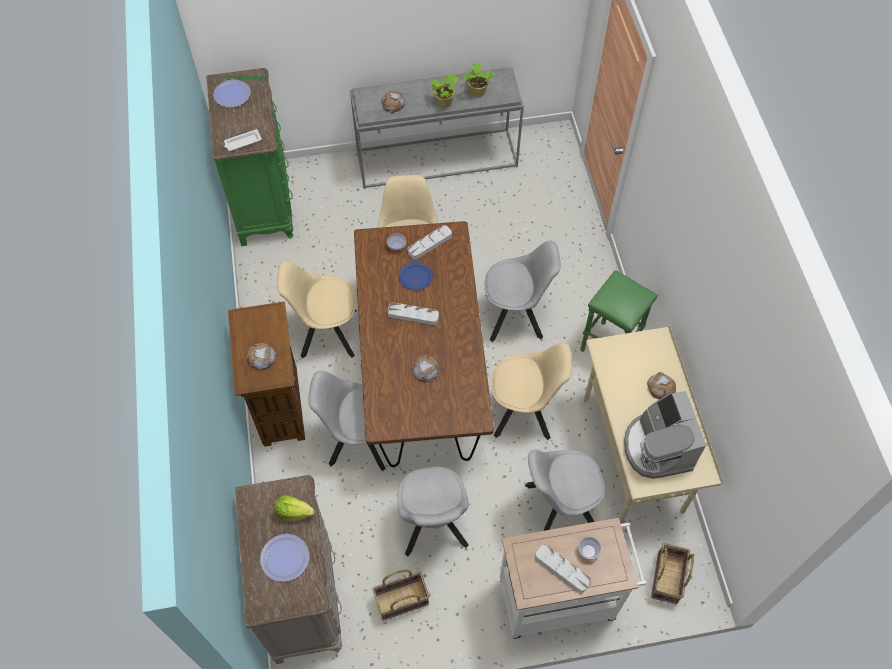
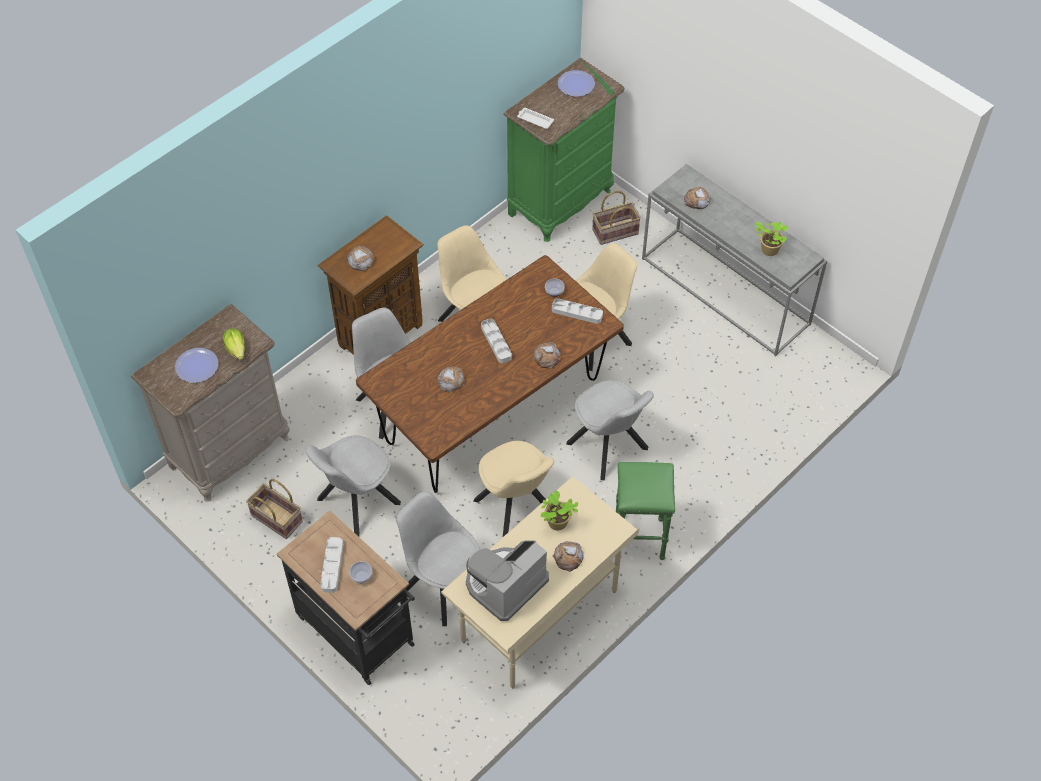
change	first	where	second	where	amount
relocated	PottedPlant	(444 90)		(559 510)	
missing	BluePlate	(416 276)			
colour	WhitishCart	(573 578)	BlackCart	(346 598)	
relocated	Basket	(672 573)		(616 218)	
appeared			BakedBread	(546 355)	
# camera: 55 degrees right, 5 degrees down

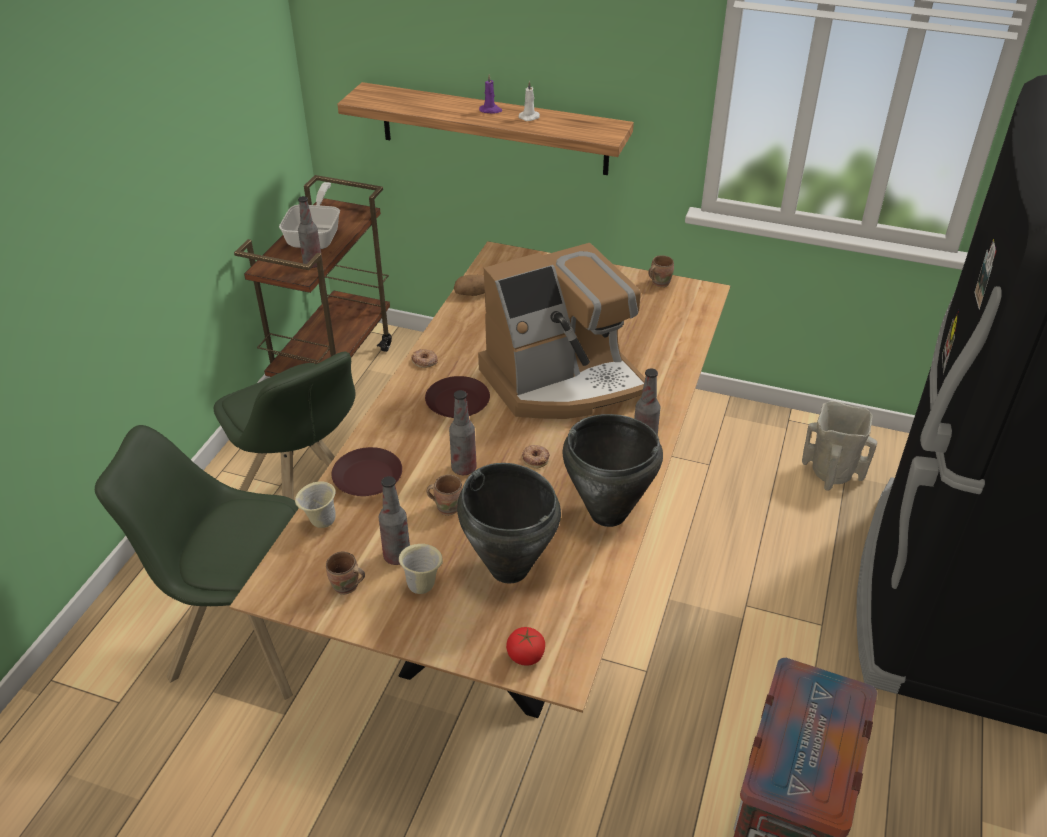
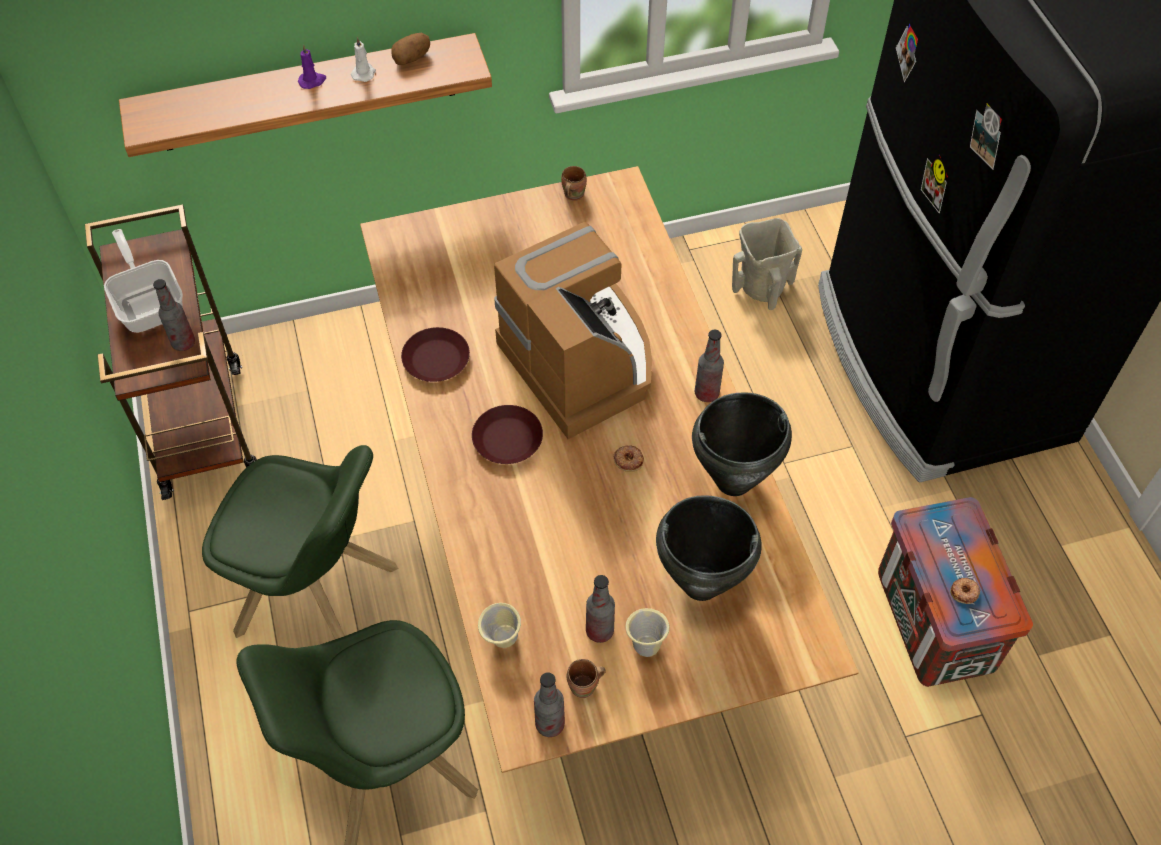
change	first	where	second	where	amount
spun	CoffeeMachine	(561 331)		(573 330)	60 degrees counterclockwise
relocated	Spud	(469 285)		(410 49)	
relocated	Donut	(424 358)		(965 591)	
relocated	BeverageBottle	(463 432)		(549 704)	
relocated	BrownColouredPlate	(366 471)		(435 354)	
missing	BrownColouredTeaMug	(444 495)			
missing	WholeTomato	(525 646)			
# camera: 35 degrees left, 15 degrees up

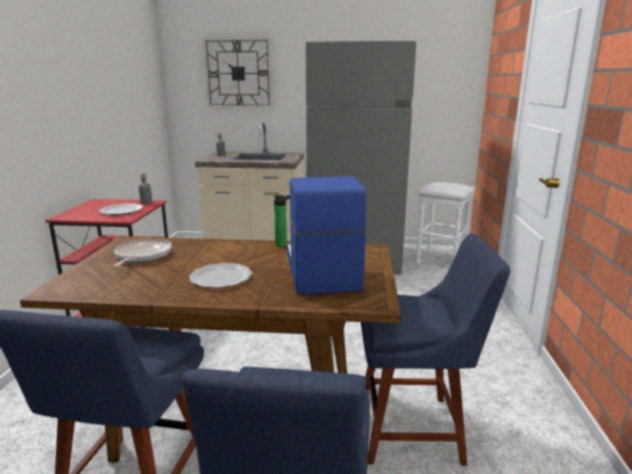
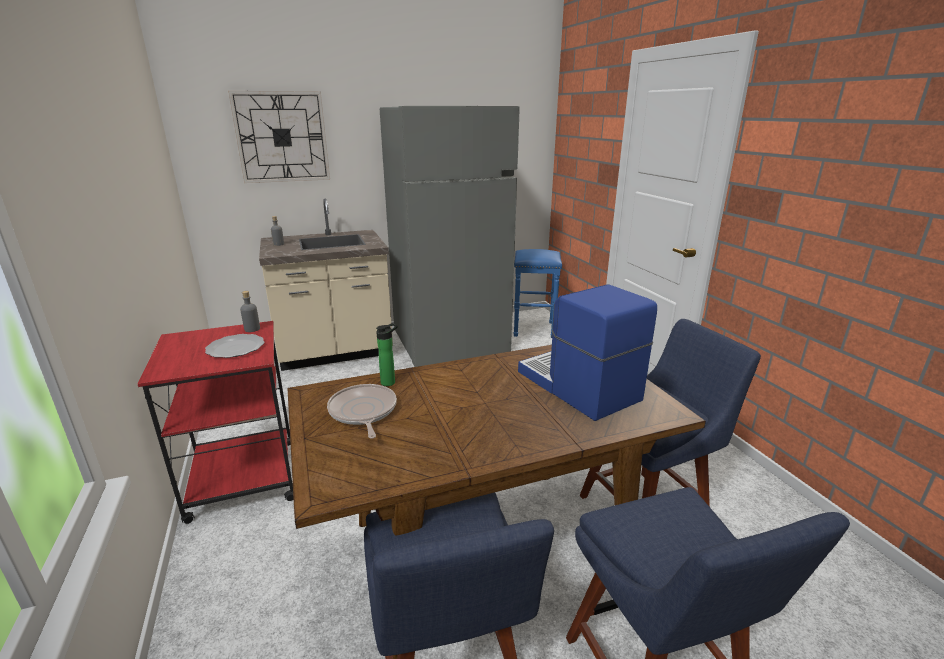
change	first	where	second	where	amount
colour	WhitishStool	(445 223)	BlueStool	(538 293)	
relocated	BeverageBottle	(281 221)		(387 354)	
missing	Plate	(220 275)			
# camera: 25 degrees left, 5 degrees up

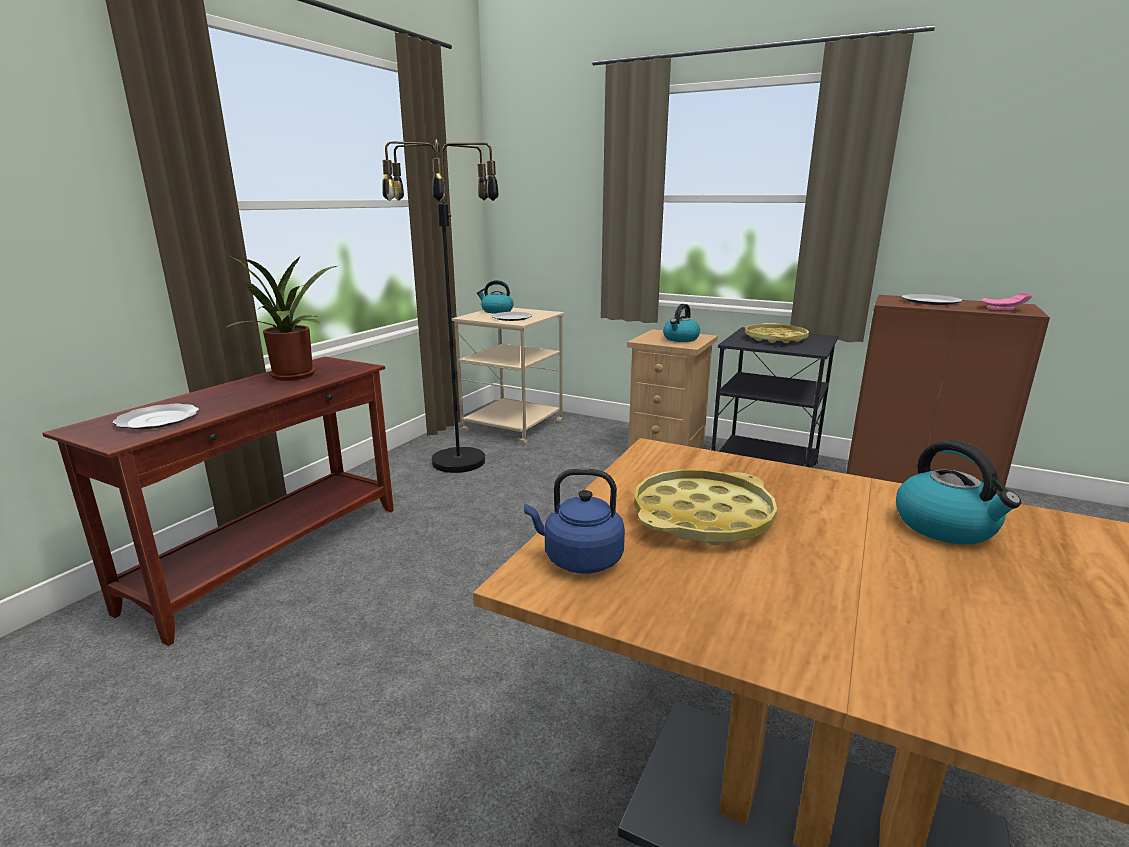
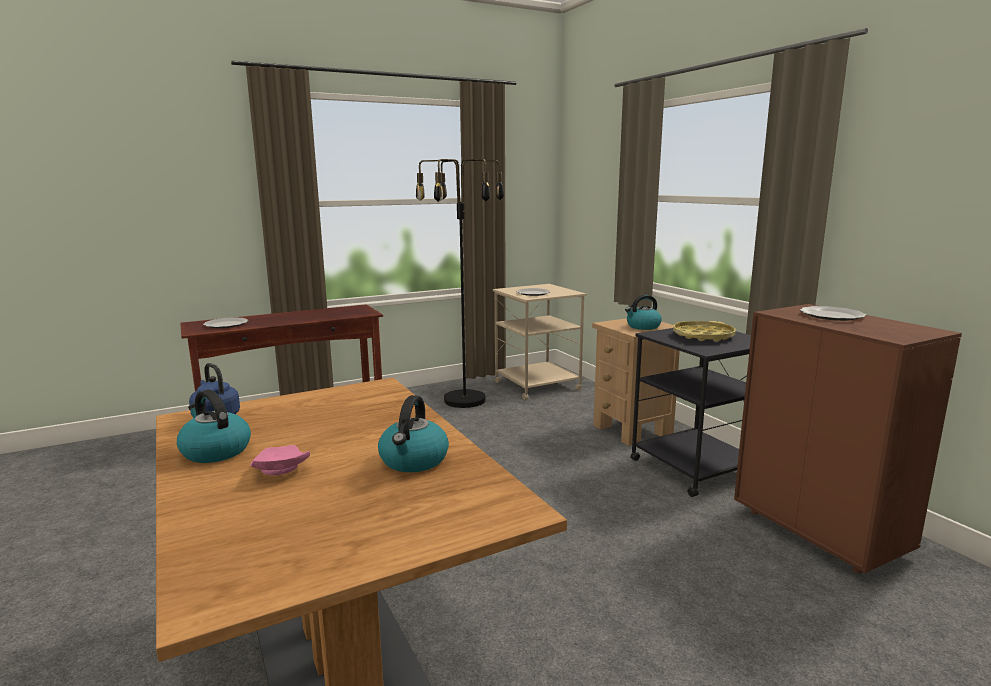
change	first	where	second	where	amount
missing	PottedPlant	(281 318)			
relocated	WaterKettle	(495 297)		(214 426)	
relocated	PinkishPlate	(1007 301)		(280 460)	
missing	YellowishTray	(705 507)			
# camera: 35 degrees right, 5 degrees down

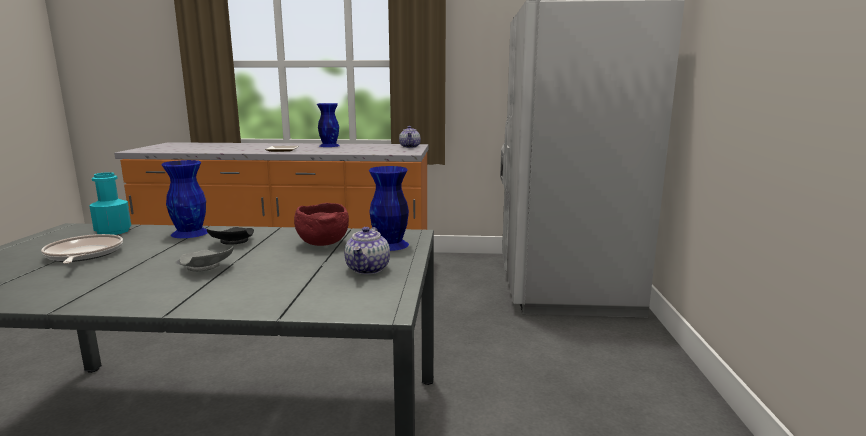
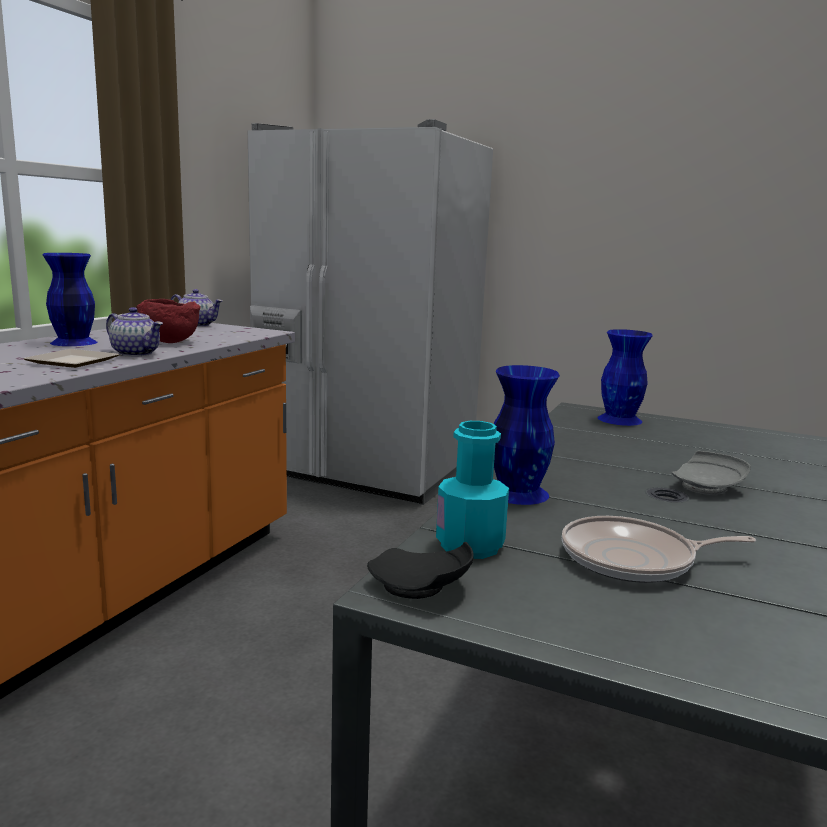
change	first	where	second	where	amount
relocated	ReddishDeepDish	(321 224)		(168 321)	
relocated	BlackPlate	(230 235)		(420 570)	
relocated	PotForTea	(367 250)		(134 332)	
# camera: 70 degrees left, 0 degrees up

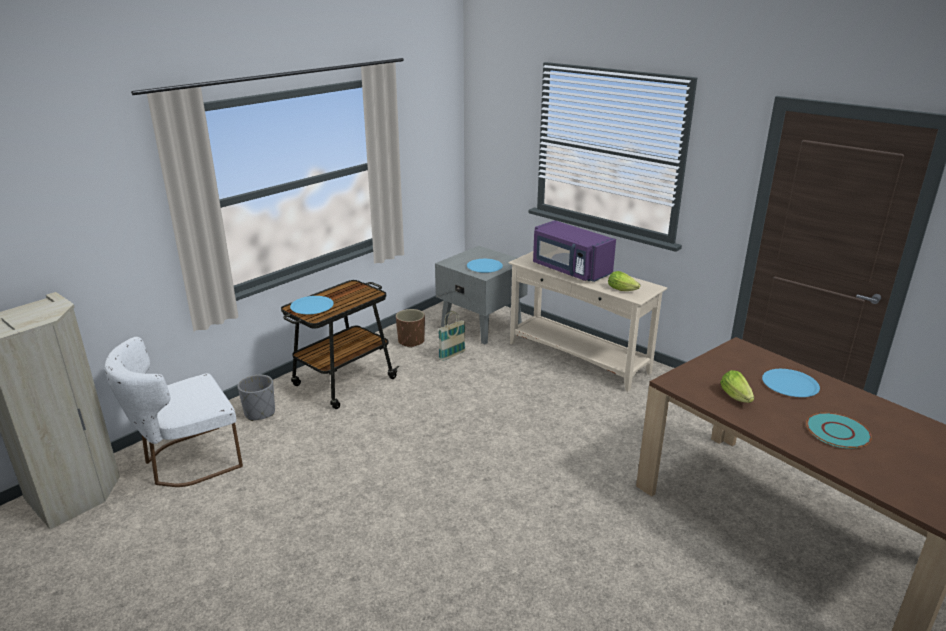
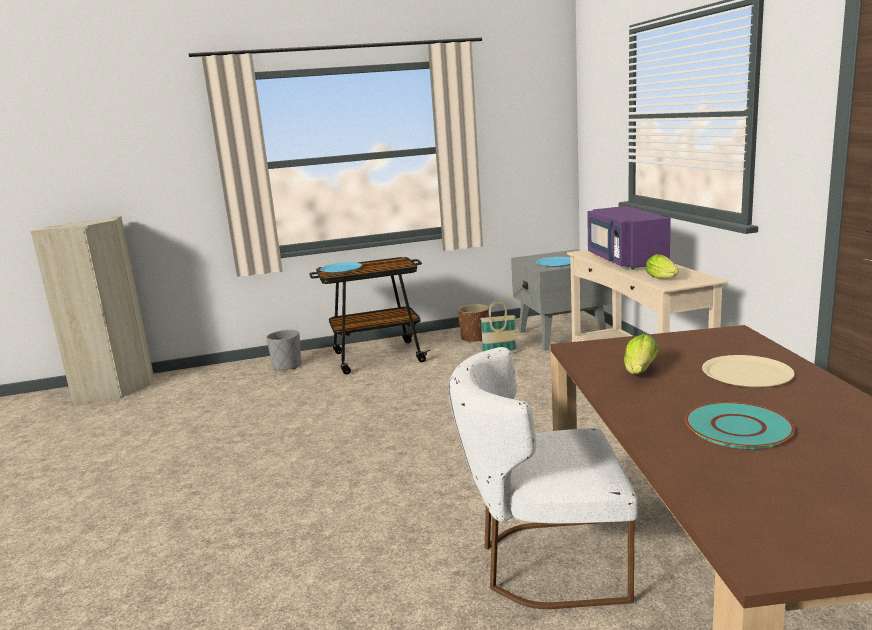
change	first	where	second	where	amount
relocated	WhitishChair	(173 412)		(543 478)	
colour	BluePlate	(791 383)	SandColouredPlate	(748 371)	
# camera: 35 degrees right, 10 degrees down

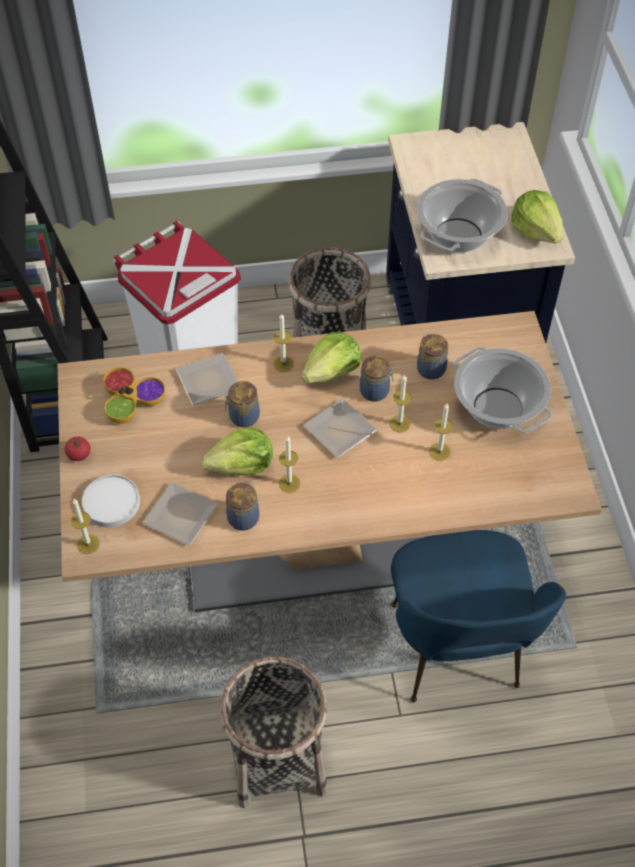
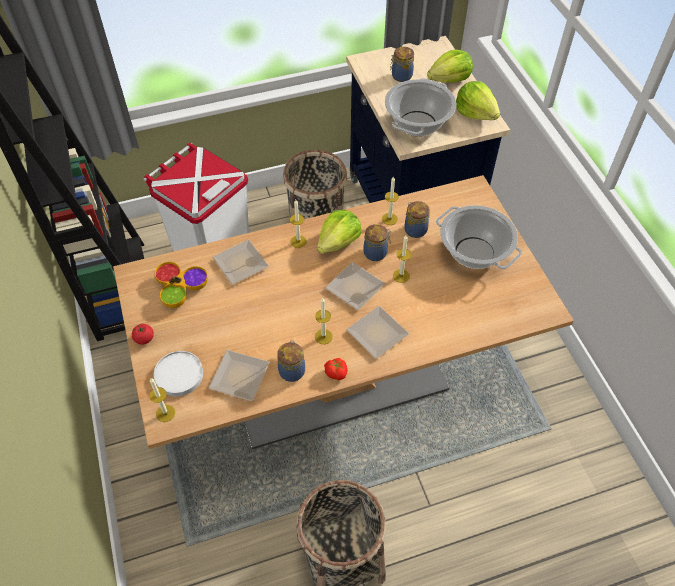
change	first	where	second	where	amount
relocated	Jar	(242 404)		(402 64)	
relocated	WaxCandle	(441 432)		(390 200)	
relocated	Lettuce	(237 451)		(450 66)	
missing	BlueChair	(478 616)			
appeared			Plate	(377 332)	
appeared			WholeTomato	(336 369)	
# camera: 10 degrees left, 0 degrees up

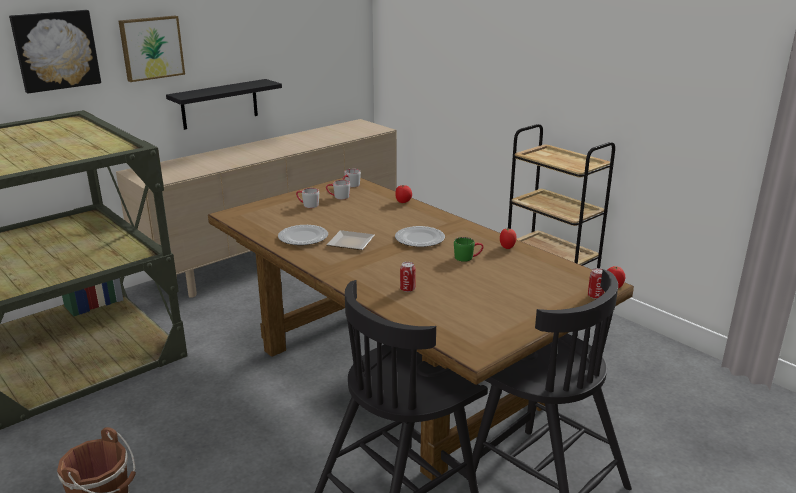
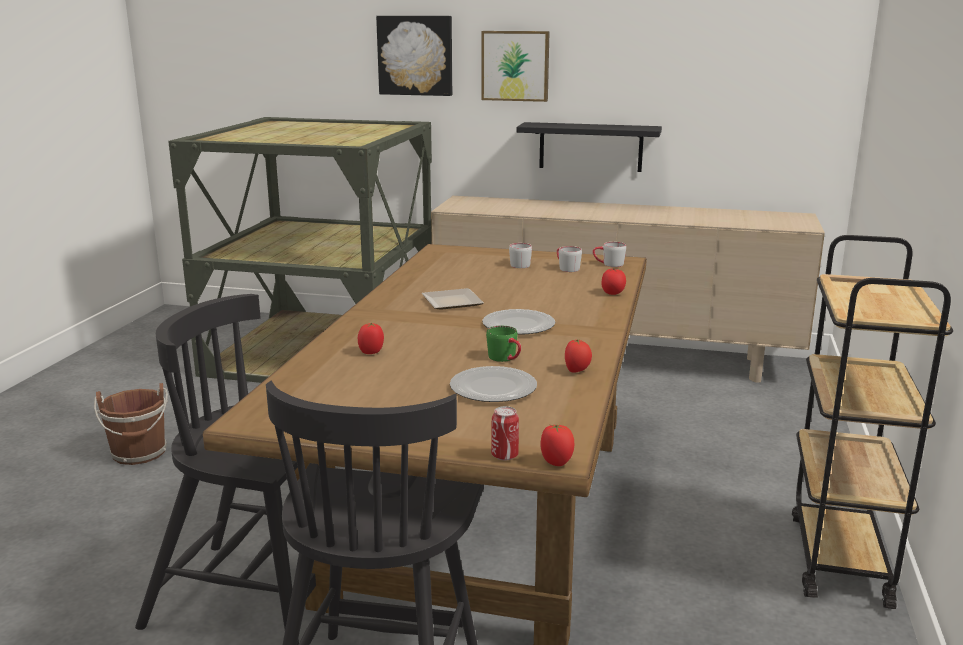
change	first	where	second	where	amount
relocated	Plate	(303 235)		(493 384)	
exchanged	MetalCan	(408 277)	WholeTomato	(371 338)	
# camera: 55 degrees right, 5 degrees down

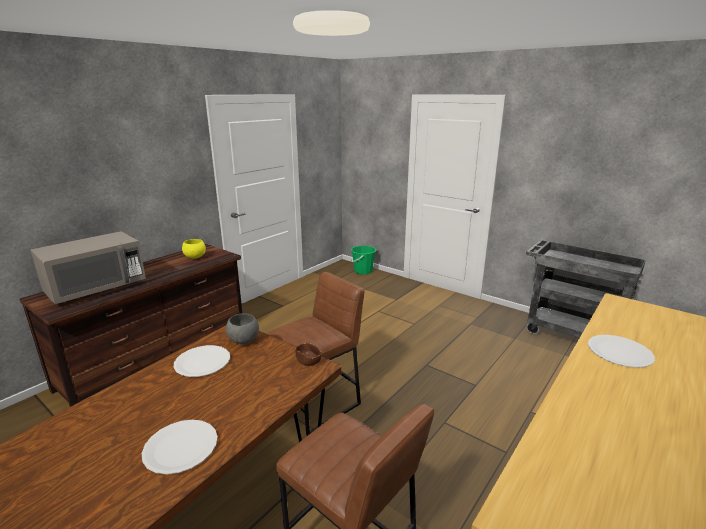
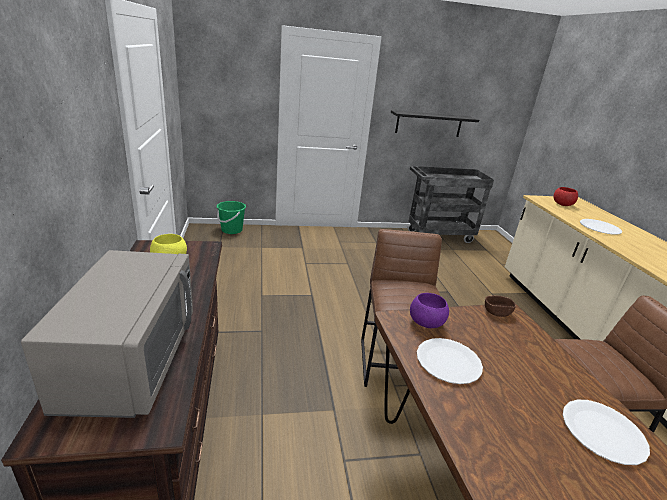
change	first	where	second	where	amount
colour	GrayDeepDish	(242 328)	PurpleDeepDish	(429 310)	
appeared			BlackBracketShelf	(435 123)	
appeared			ReddishDeepDish	(565 196)	
# camera: 50 degrees left, 5 degrees up

